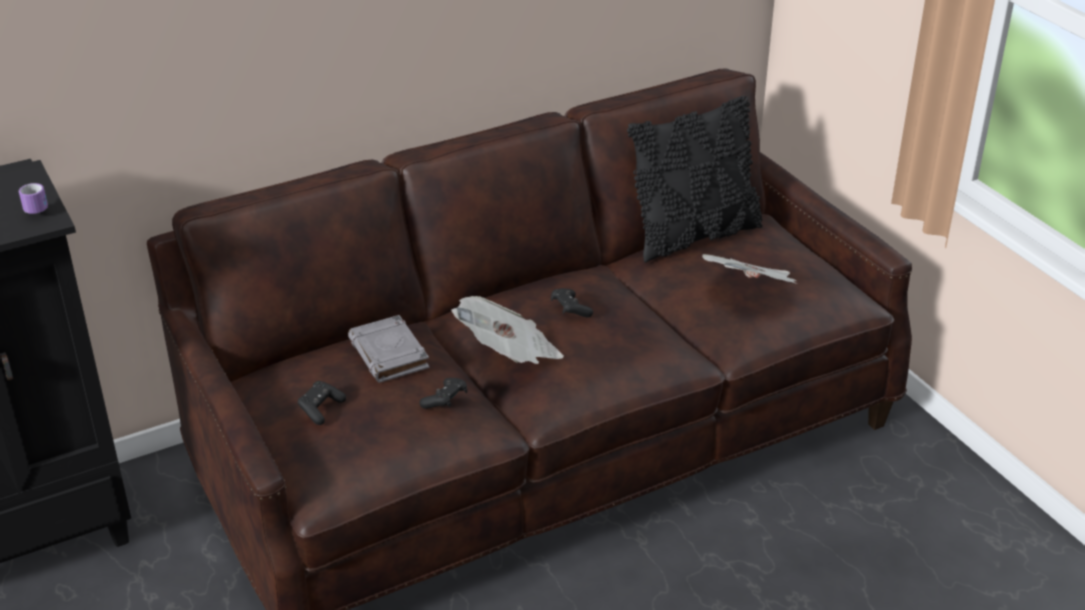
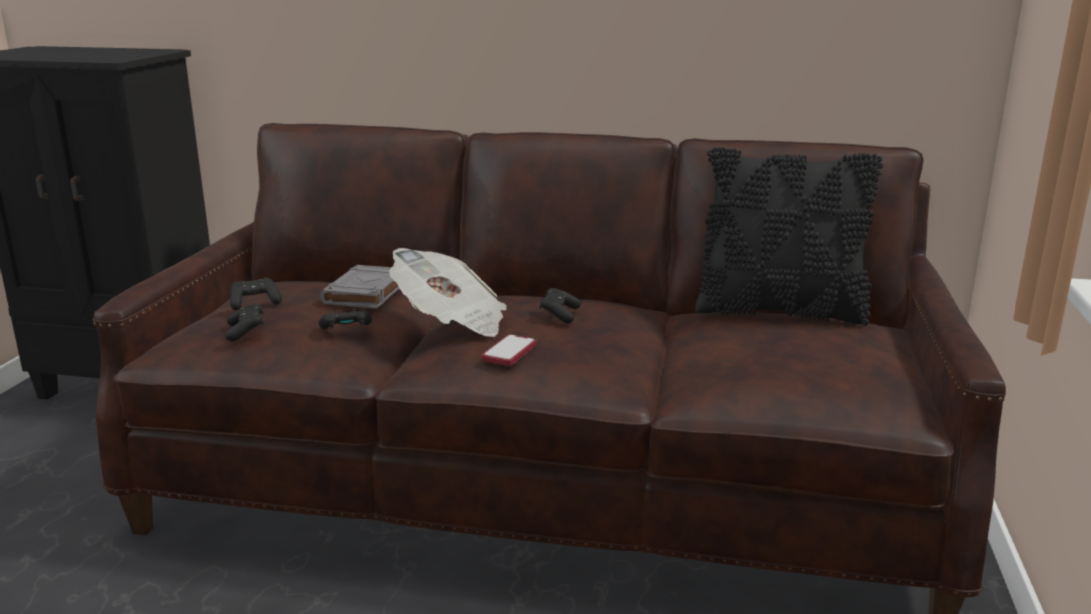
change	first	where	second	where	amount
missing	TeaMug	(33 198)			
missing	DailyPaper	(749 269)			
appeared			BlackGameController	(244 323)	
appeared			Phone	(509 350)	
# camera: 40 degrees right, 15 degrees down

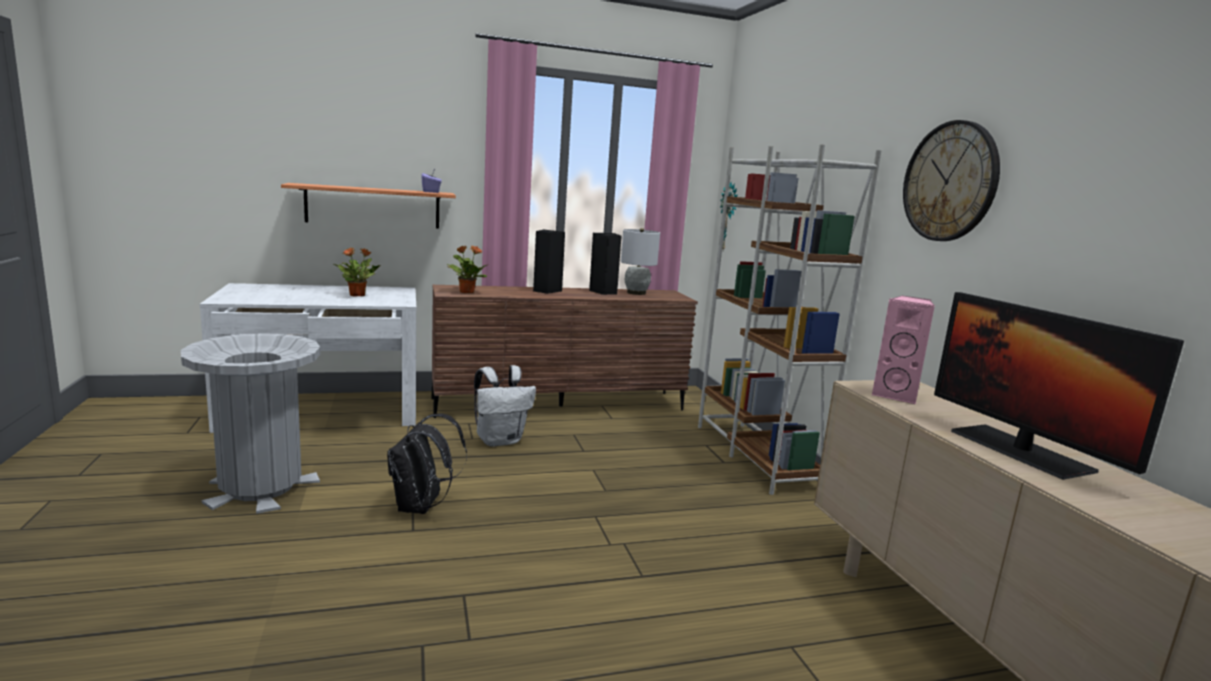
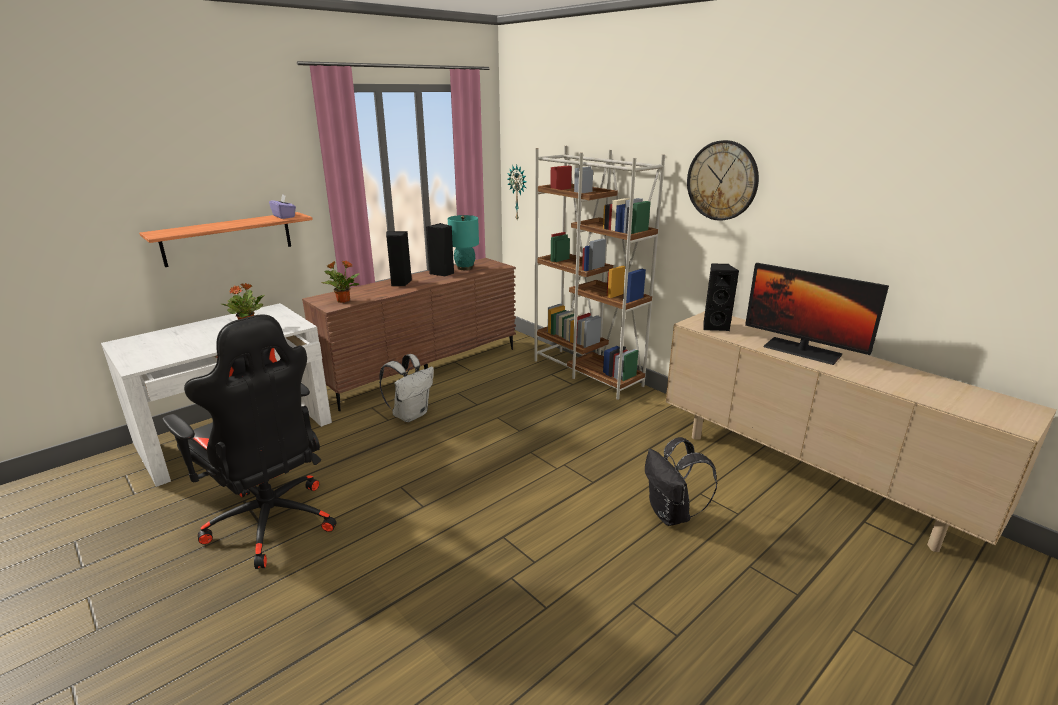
change	first	where	second	where	amount
colour	WhitishLampForATable	(640 261)	TurquoiseLampForATable	(463 242)	
colour	PinkishLoudspeaker	(903 350)	BlackLoudspeaker	(721 297)	
exchanged	GrayWasteBin	(250 423)	BlackDeskChair	(250 442)	
relocated	BlackKnapsack	(427 463)		(681 481)	
# camera: 25 degrees left, 10 degrees up

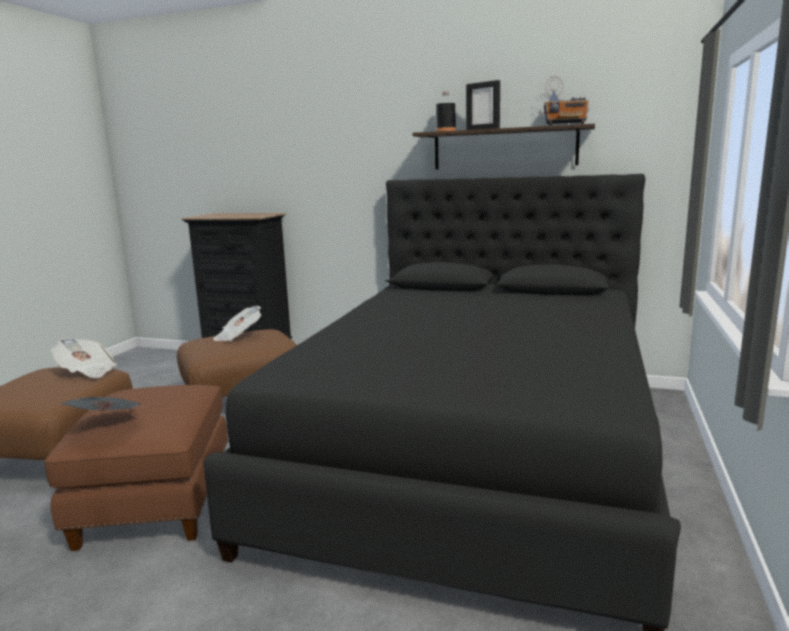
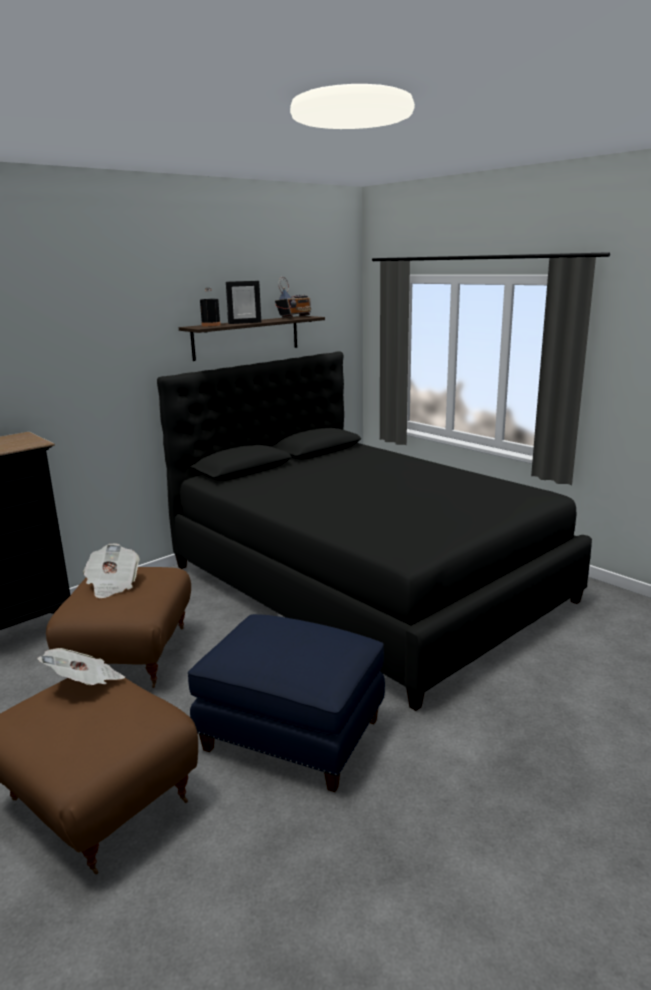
change	first	where	second	where	amount
colour	BrownColouredPouffe	(136 468)	BluePouffe	(286 703)	
missing	DailyPaper	(100 404)			
# camera: 60 degrees left, 5 degrees up

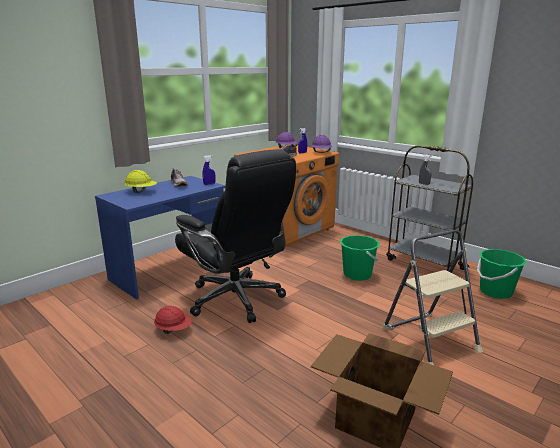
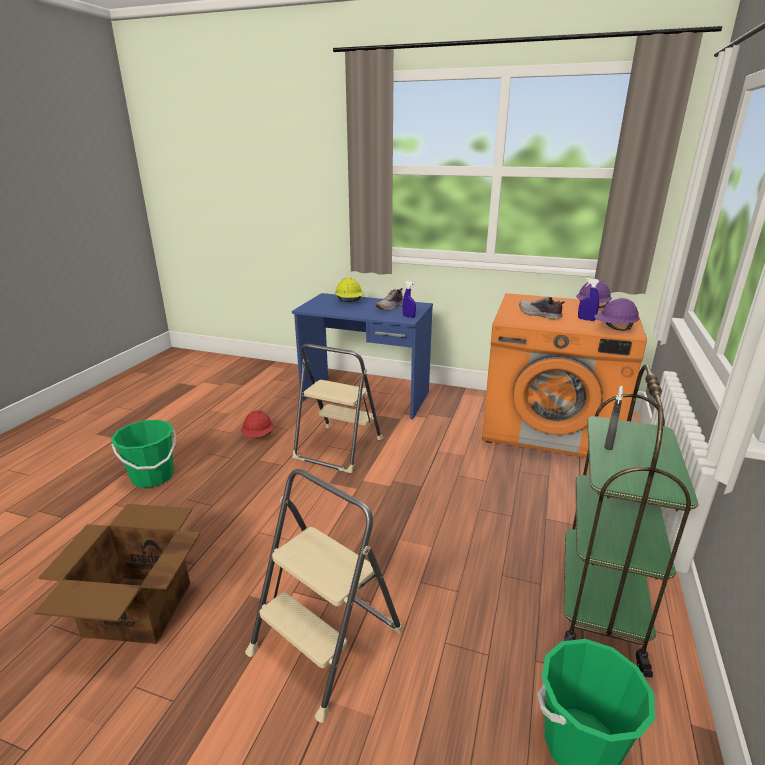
change	first	where	second	where	amount
colour	GrayCart	(429 208)	GreenColouredCart	(631 520)	
exchanged	BlackDeskChair	(235 236)	SandColouredStepLadder	(338 409)	
relocated	GreenColouredPail	(360 258)		(143 454)	
# camera: 65 degrees right, 5 degrees up

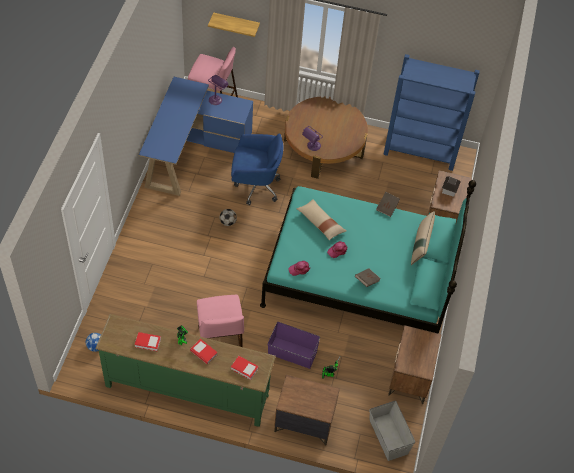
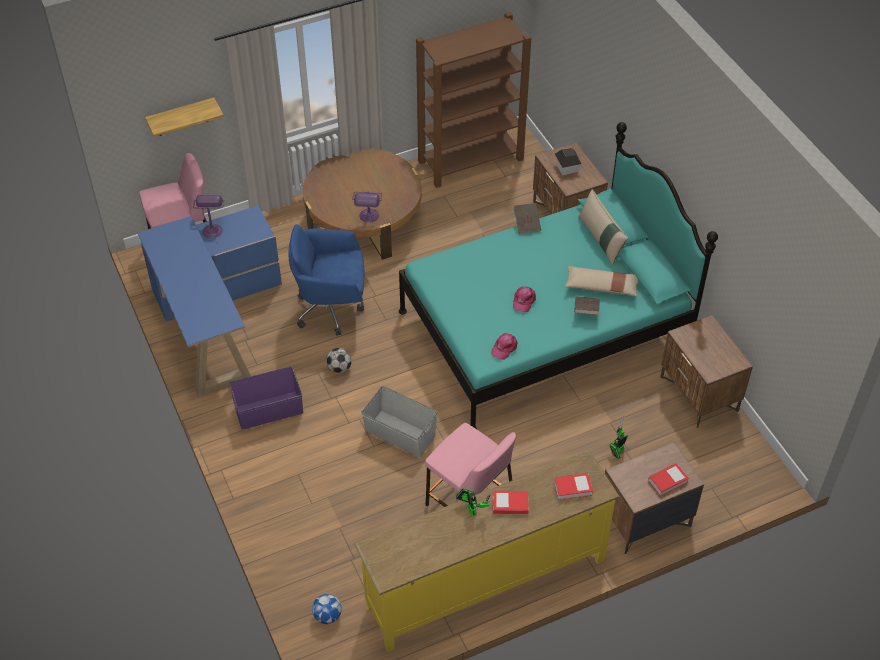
change	first	where	second	where	amount
colour	BlueBookshelf	(431 112)	BrownColouredBookshelf	(473 100)	
spun	BlueDeskChair	(257 169)		(326 280)	150 degrees counterclockwise
relocated	SandColouredThrowPillow	(321 220)		(601 281)	
colour	GreenColouredCabinet	(185 370)	YellowishCabinet	(487 551)	
relocated	PurpleStorageBin	(294 345)		(266 398)	
relocated	Book	(148 341)		(668 479)	
relocated	GrayStorageBin	(392 431)		(399 421)	
# camera: 35 degrees left, 5 degrees down

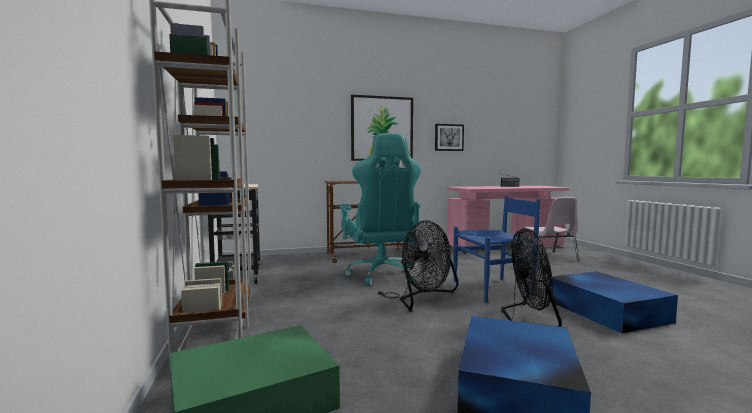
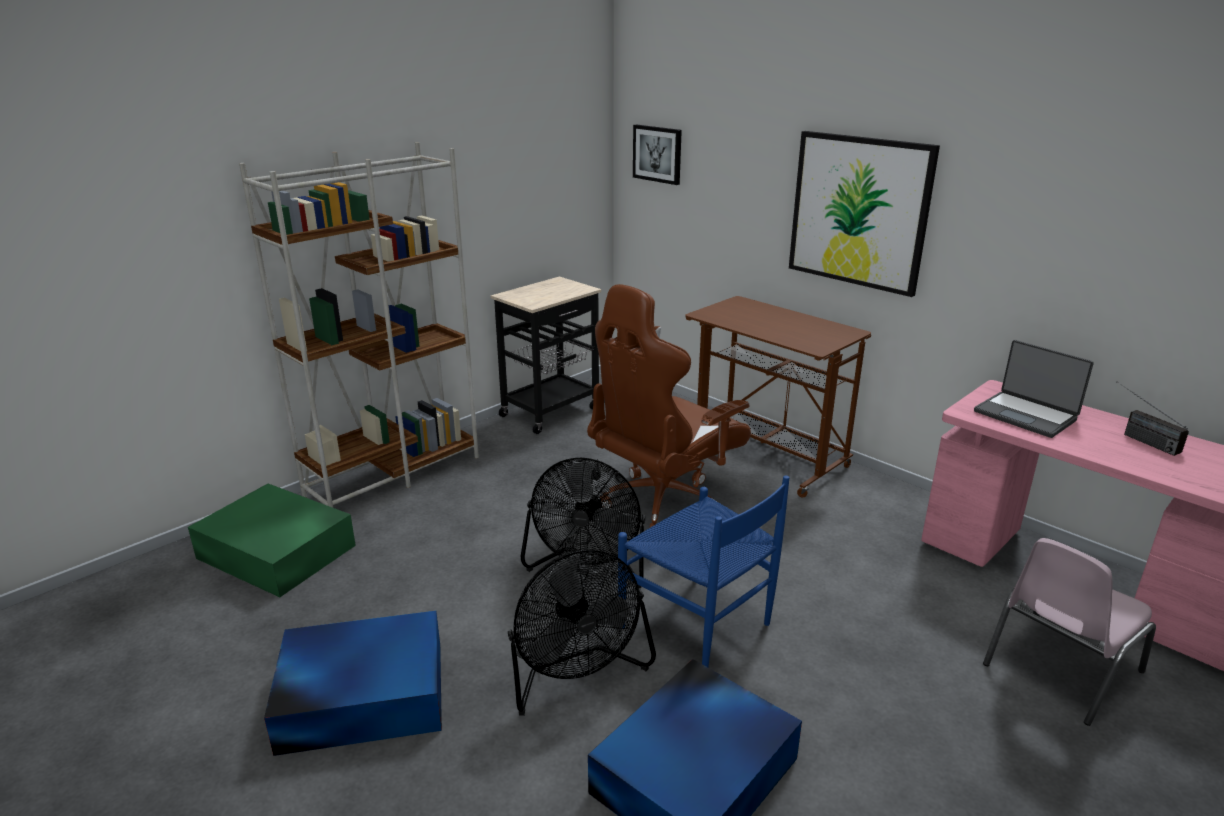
change	first	where	second	where	amount
relocated	Picture	(449 137)		(657 154)	
colour	TurquoiseDeskChair	(380 209)	BrownColouredDeskChair	(669 406)	
appeared			Laptop	(1034 389)	
# camera: 60 degrees right, 20 degrees up

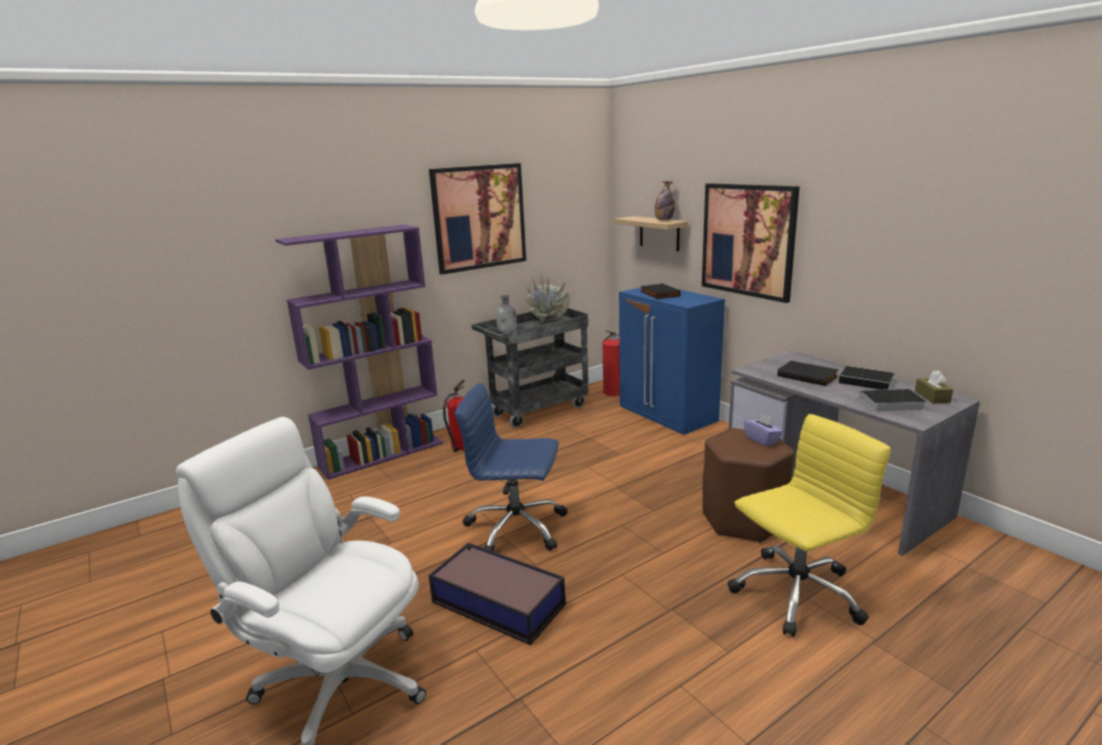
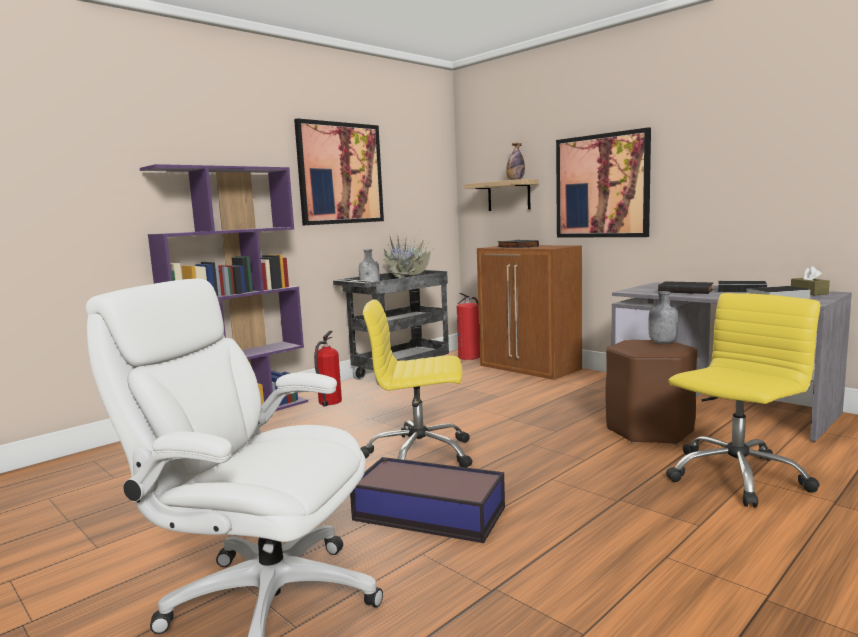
change	first	where	second	where	amount
colour	BlueCabinet	(672 359)	BrownColouredCabinet	(529 312)	
colour	BlueDeskChair	(511 467)	YellowishDeskChair	(416 383)	
exchanged	PurpleBoxOfTissues	(763 430)	GrayBeverageBottle	(663 317)	
# camera: 10 degrees left, 10 degrees down

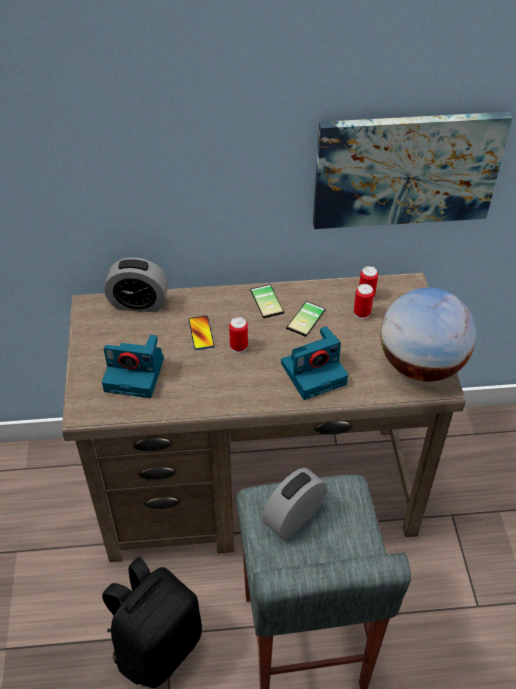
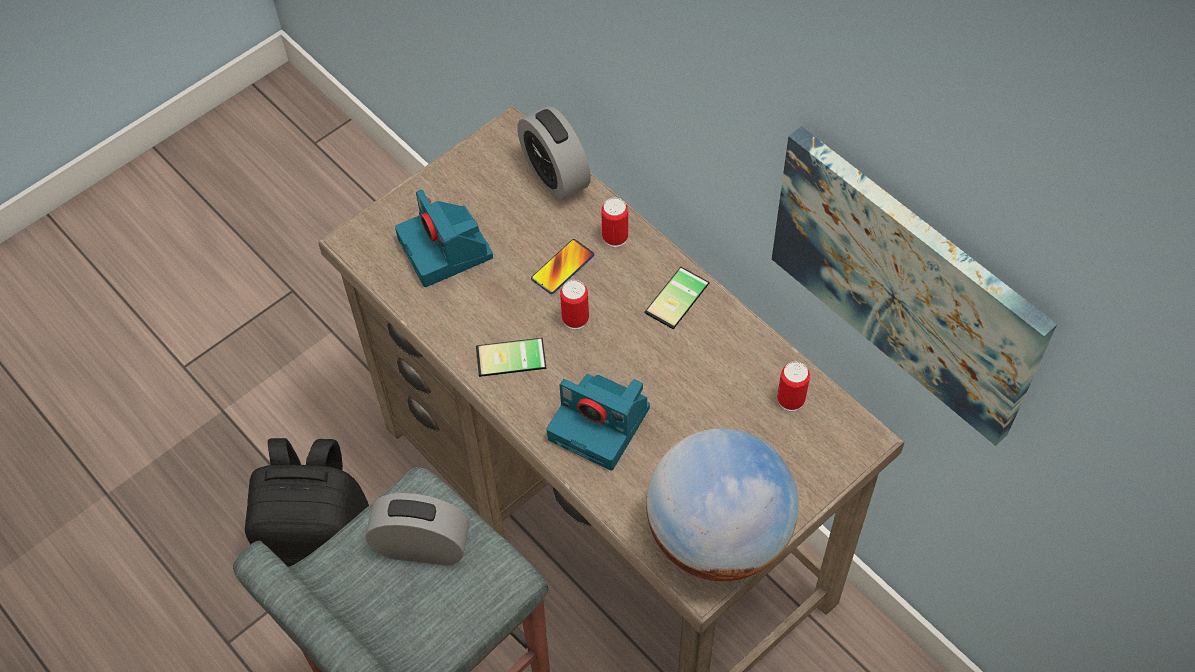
change	first	where	second	where	amount
relocated	MetalCan	(364 301)		(614 222)	
relocated	Phone	(306 319)		(511 358)	
# camera: 55 degrees right, 10 degrees up

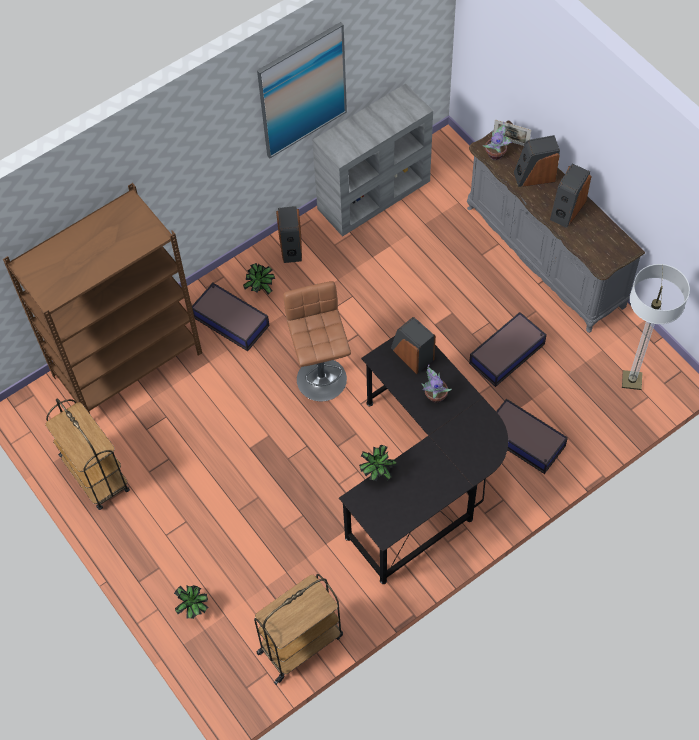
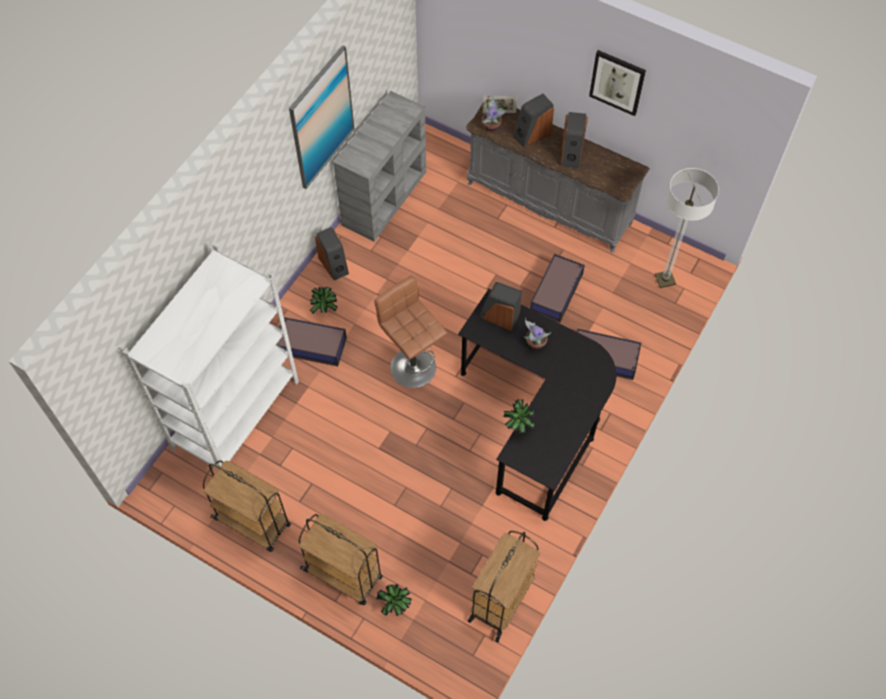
change	first	where	second	where	amount
colour	BrownColouredBookshelf	(102 298)	WhitishBookshelf	(211 356)	
appeared			Picture	(617 83)	
appeared			BrownColouredCart	(341 559)	
# camera: 25 degrees left, 0 degrees up

